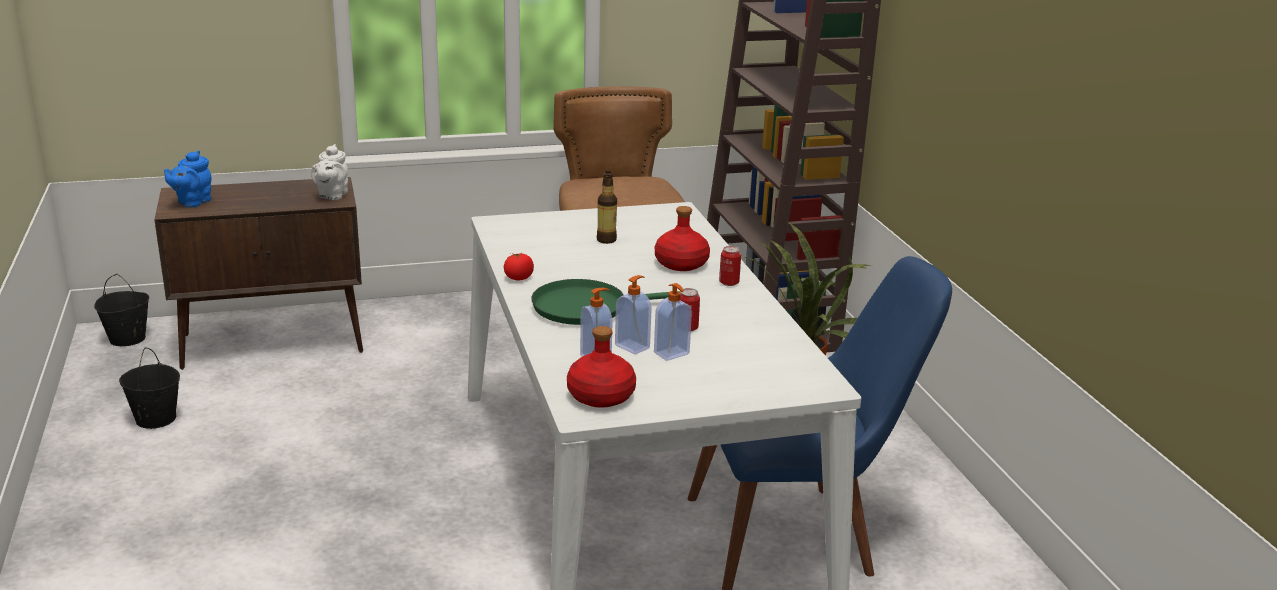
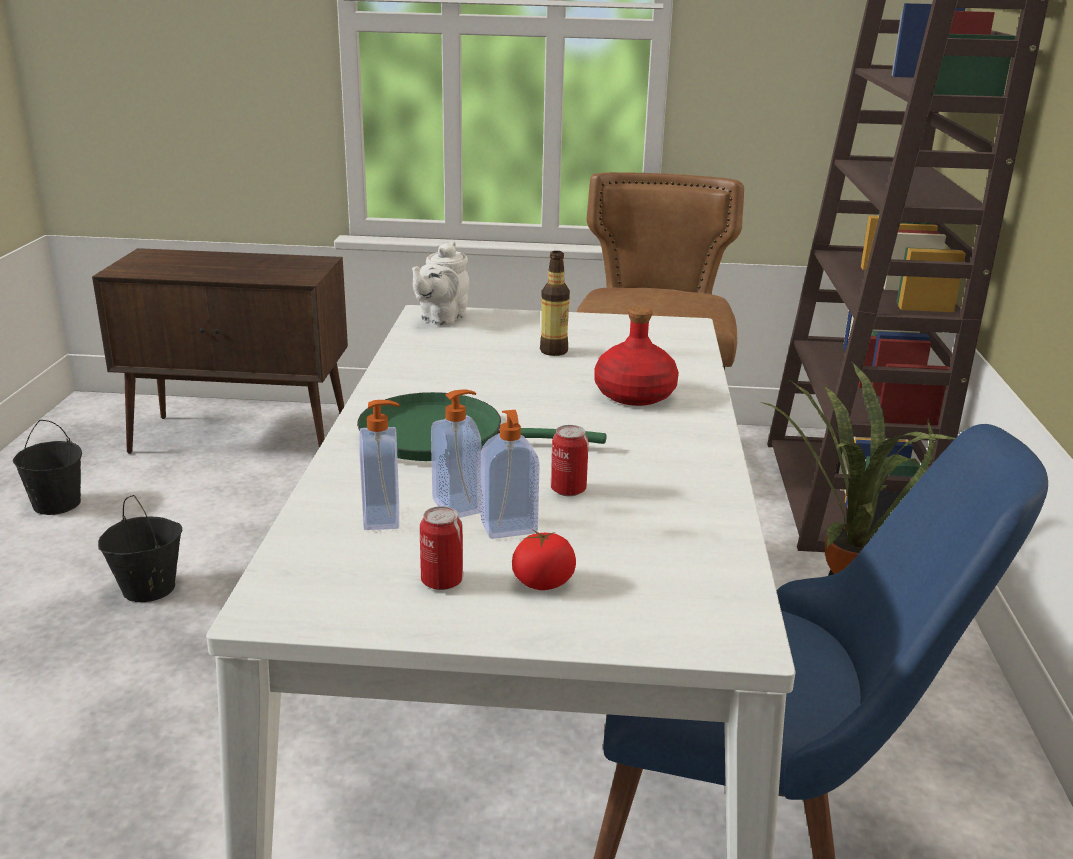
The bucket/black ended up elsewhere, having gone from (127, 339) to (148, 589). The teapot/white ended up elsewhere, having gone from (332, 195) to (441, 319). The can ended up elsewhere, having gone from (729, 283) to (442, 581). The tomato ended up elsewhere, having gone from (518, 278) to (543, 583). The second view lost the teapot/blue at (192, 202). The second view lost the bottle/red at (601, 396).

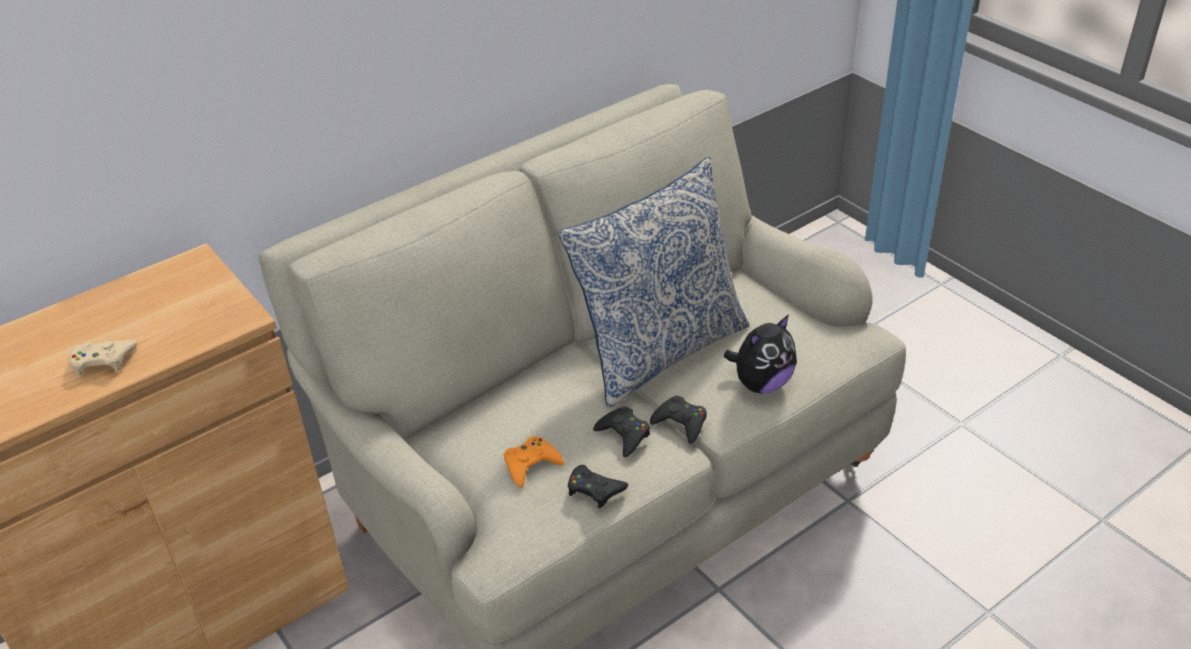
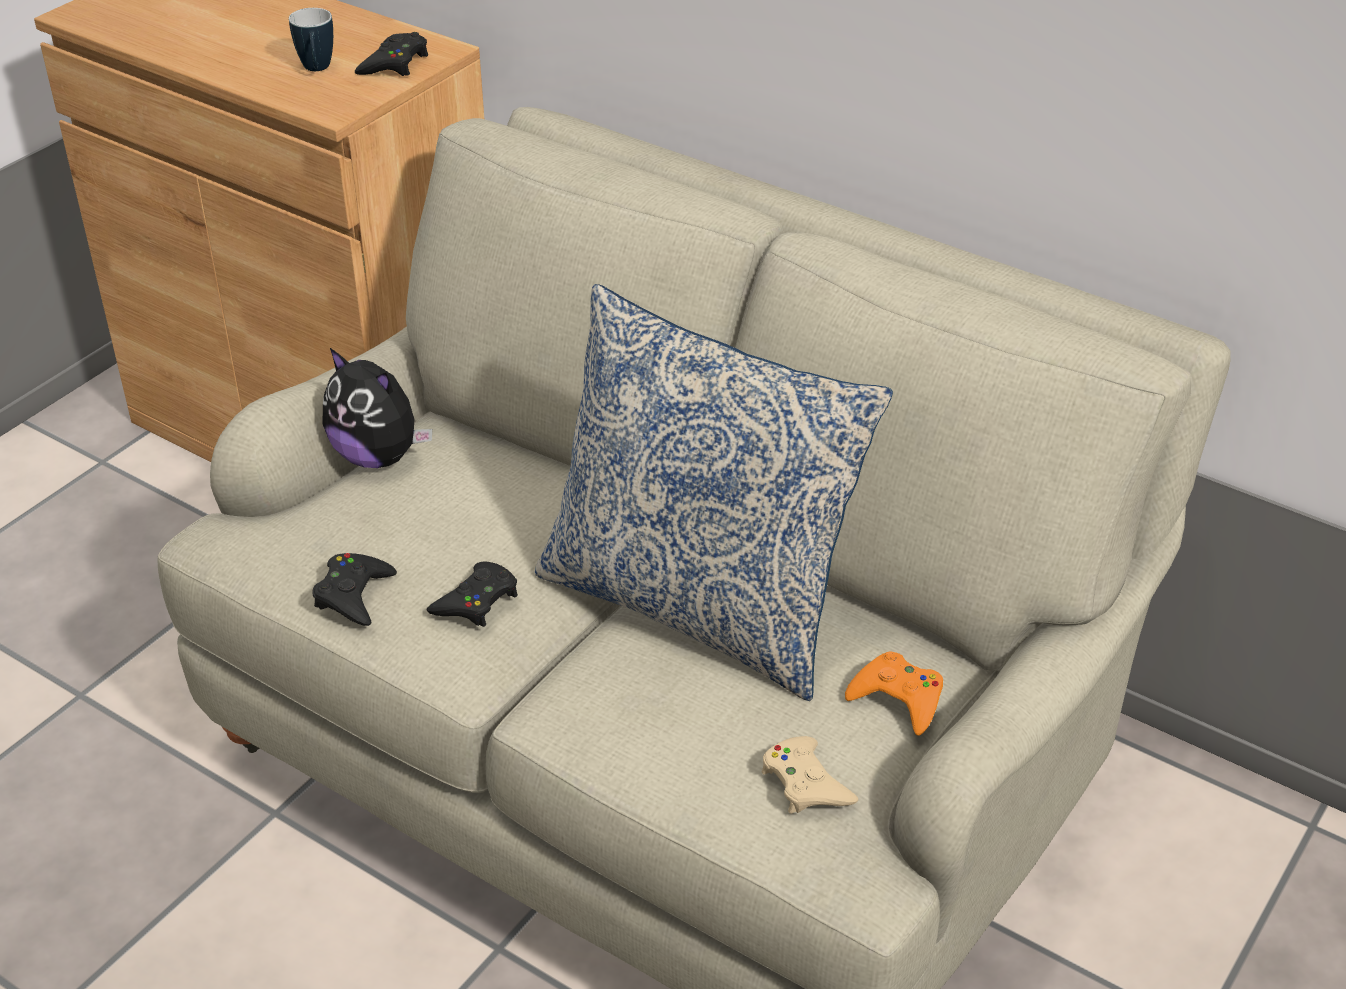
The second view gained the mug at (317, 70). The plush toy ended up elsewhere, having gone from (761, 383) to (378, 456). The game controller/black ended up elsewhere, having gone from (681, 423) to (394, 63). The game controller/beige ended up elsewhere, having gone from (103, 361) to (805, 783). The game controller/orange ended up elsewhere, having gone from (531, 465) to (898, 698).

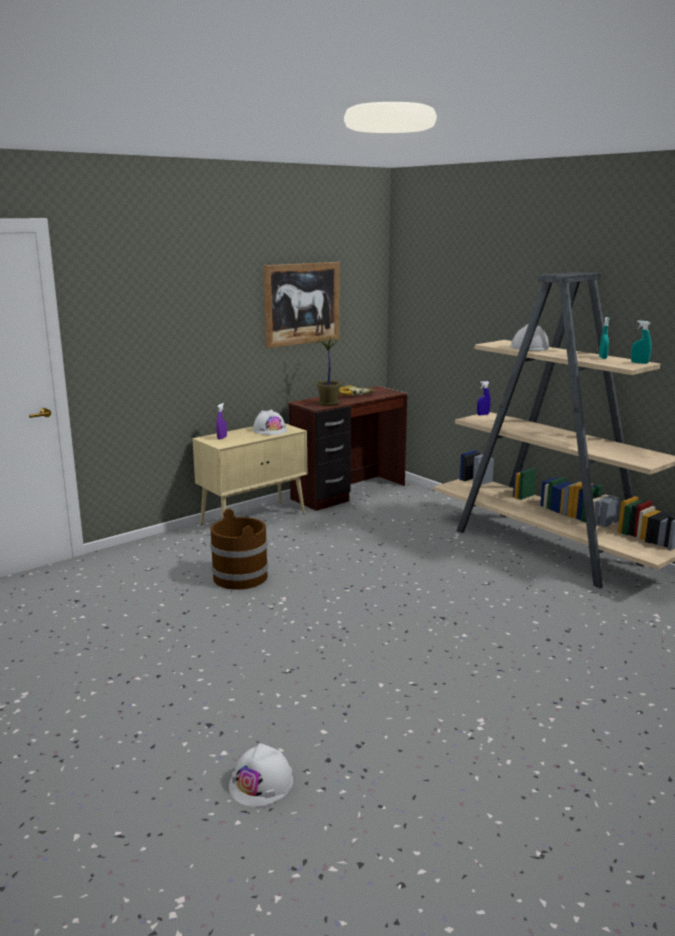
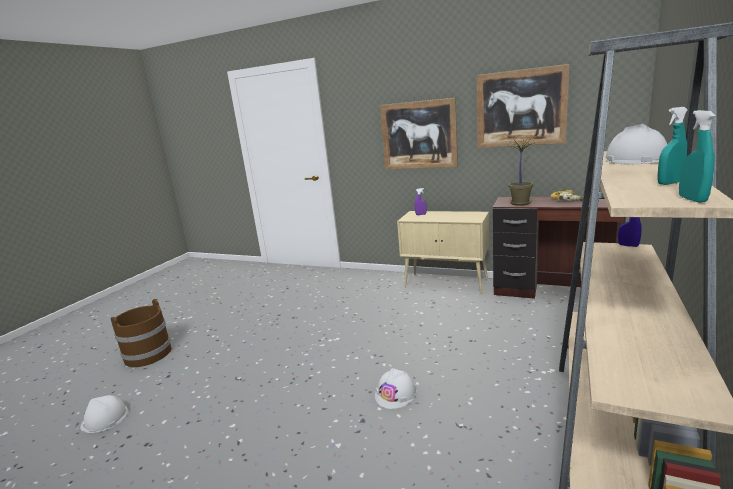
The bucket/brown ended up elsewhere, having gone from (240, 577) to (148, 354). The hard hat/white ended up elsewhere, having gone from (270, 430) to (395, 394). The second view gained the picture at (418, 135).

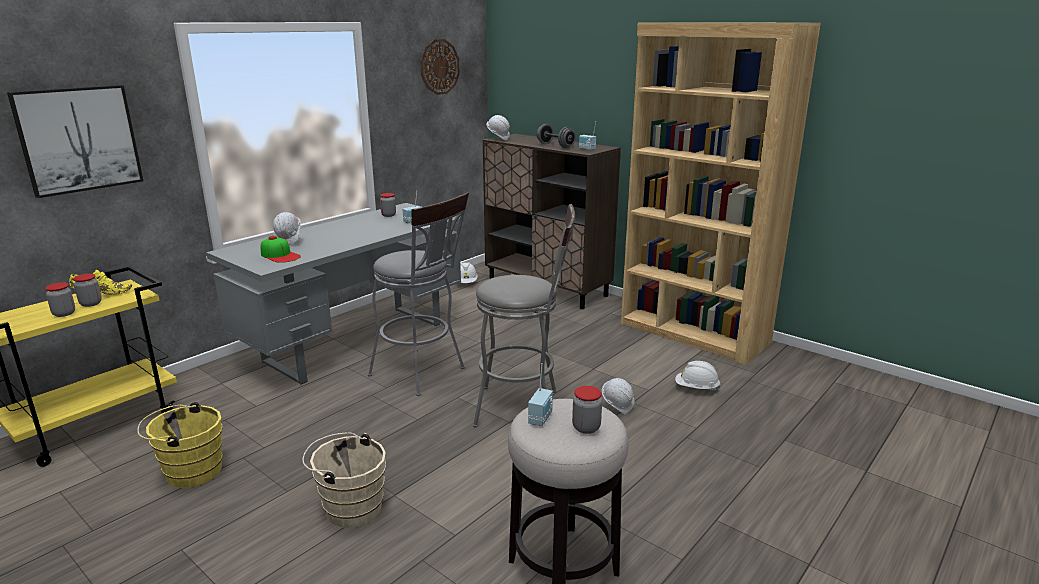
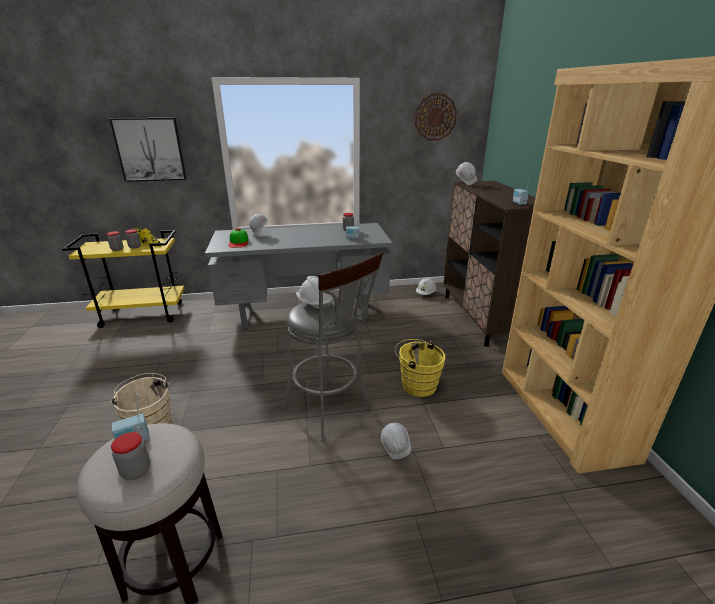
The hard hat/white ended up elsewhere, having gone from (696, 388) to (314, 304). The bucket/yellow ended up elsewhere, having gone from (190, 471) to (416, 384). The second view lost the stool/grey at (423, 374). The second view lost the dumbbell/grey at (555, 146).

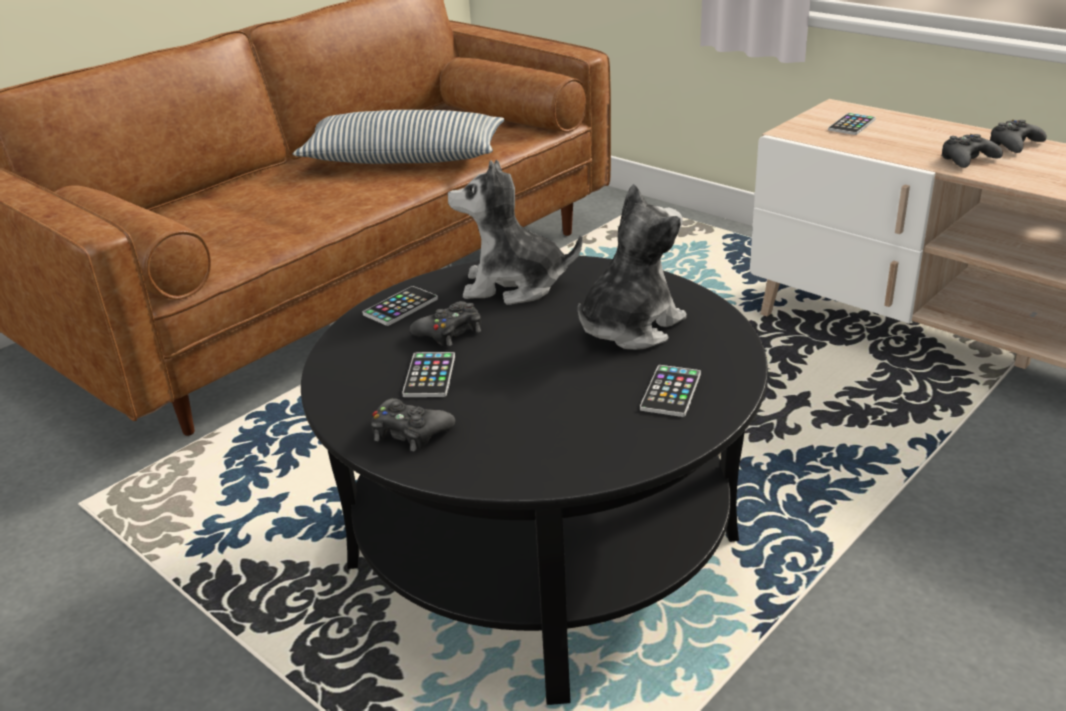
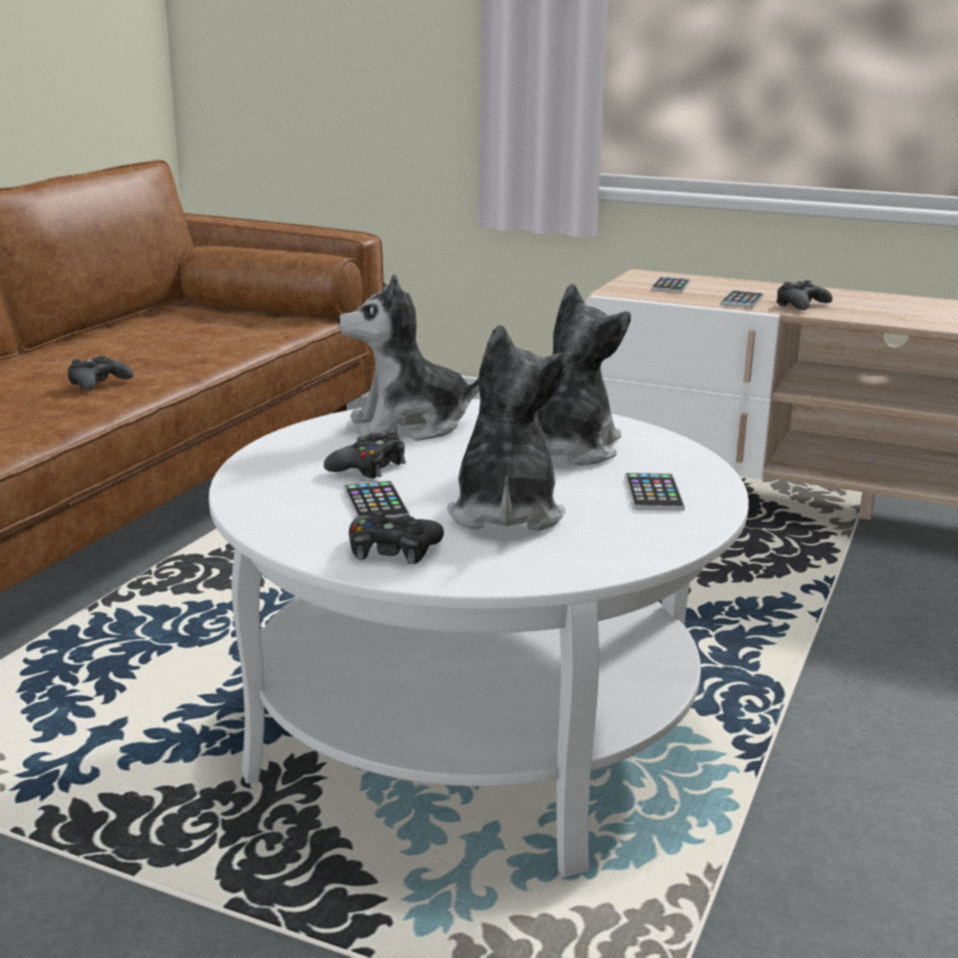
The game controller/black ended up elsewhere, having gone from (1014, 144) to (98, 383). What was the coffee table/black at (542, 550) turned into the coffee table/white at (474, 733). The second view gained the plush toy at (505, 513). The phone ended up elsewhere, having gone from (400, 307) to (742, 300). The second view lost the pillow at (403, 158).

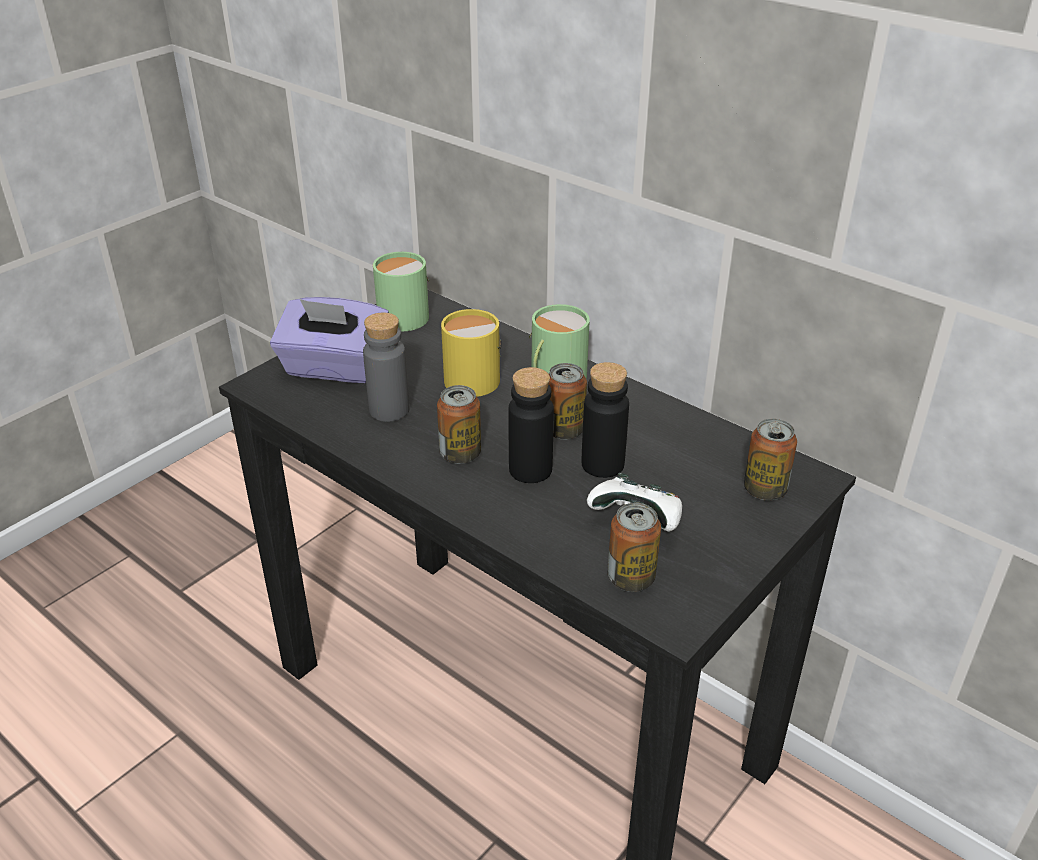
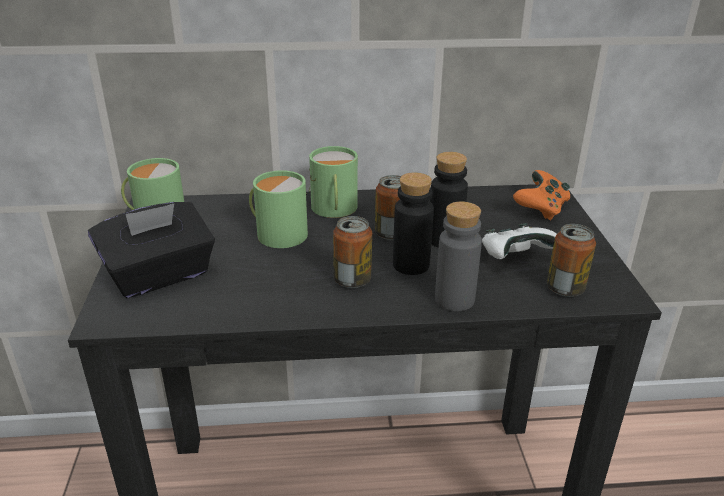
What was the tissue box/purple at (334, 368) turned into the tissue box/black at (160, 275). What was the mug/yellow at (471, 377) turned into the mug/green at (277, 233). The bottle/grey ended up elsewhere, having gone from (389, 410) to (454, 299). Where the can stood at (764, 490), the game controller/orange came to stand at (541, 209).

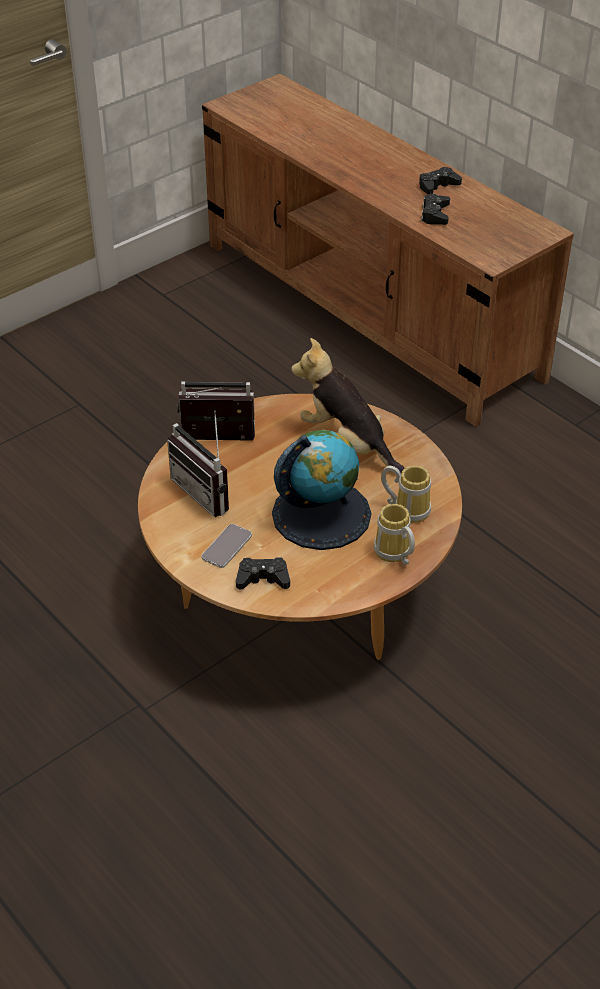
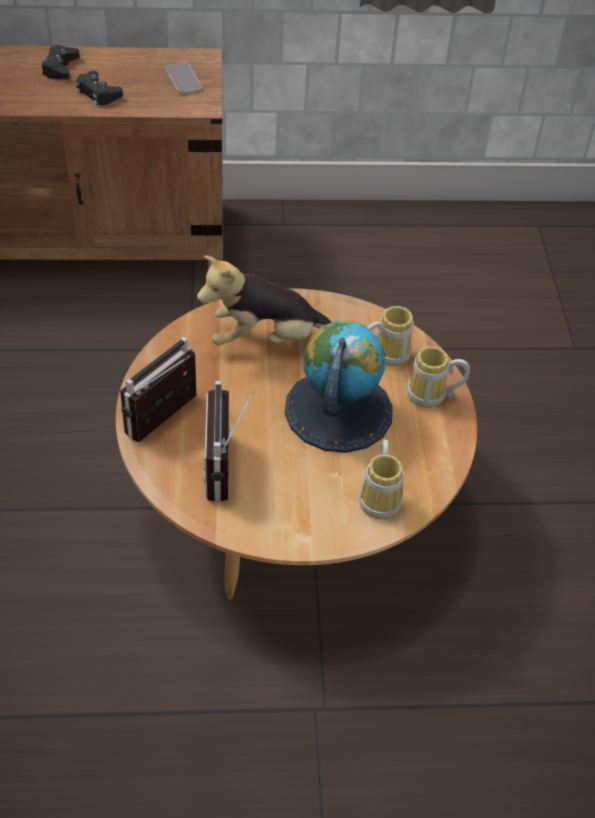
The phone ended up elsewhere, having gone from (227, 546) to (183, 79). The radio at (208, 492) ended up facing another way, 90 degrees clockwise from before. Where the game controller/black stood at (263, 579), the mug came to stand at (382, 498).

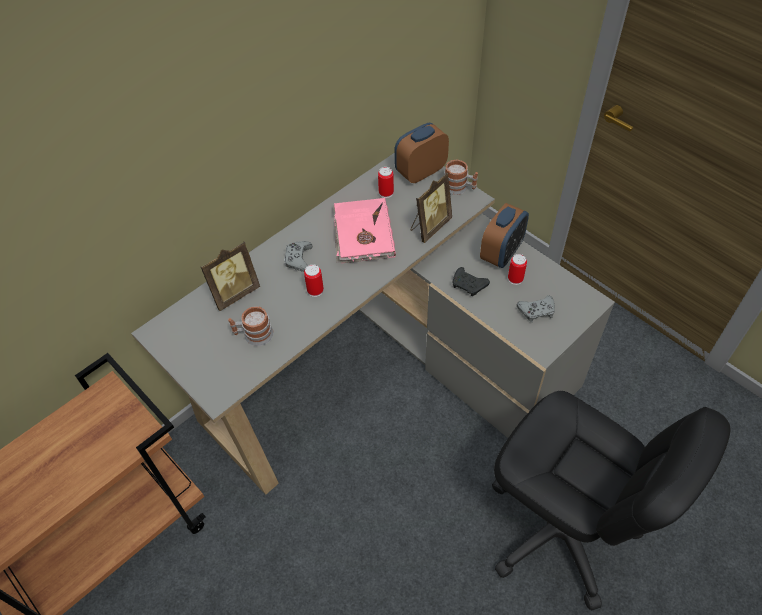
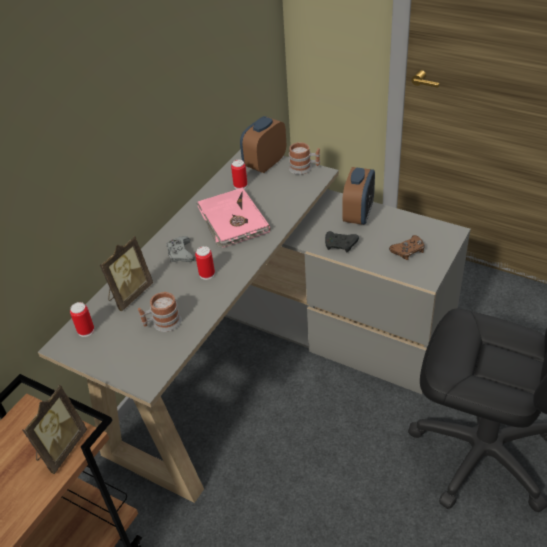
The picture frame ended up elsewhere, having gone from (429, 227) to (61, 448). The can ended up elsewhere, having gone from (515, 279) to (86, 330). What was the game controller/grey at (537, 311) turned into the game controller/brown at (408, 251).

